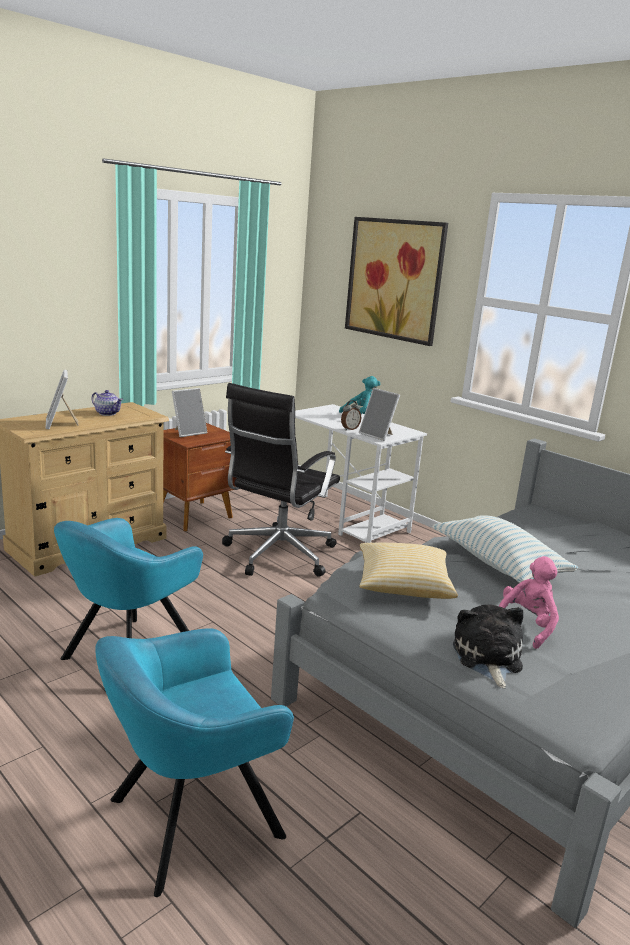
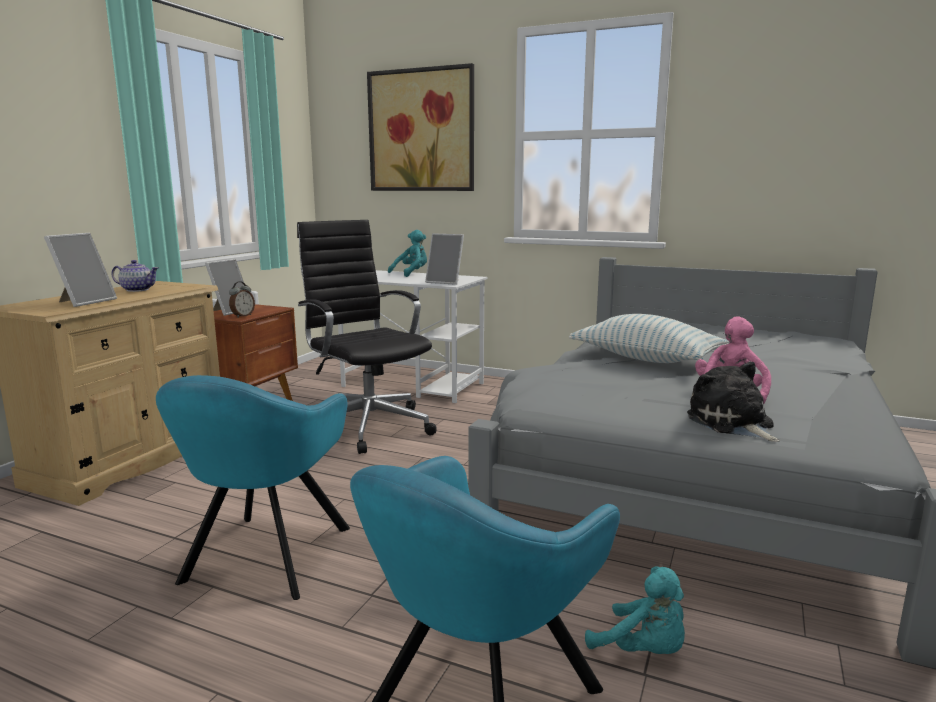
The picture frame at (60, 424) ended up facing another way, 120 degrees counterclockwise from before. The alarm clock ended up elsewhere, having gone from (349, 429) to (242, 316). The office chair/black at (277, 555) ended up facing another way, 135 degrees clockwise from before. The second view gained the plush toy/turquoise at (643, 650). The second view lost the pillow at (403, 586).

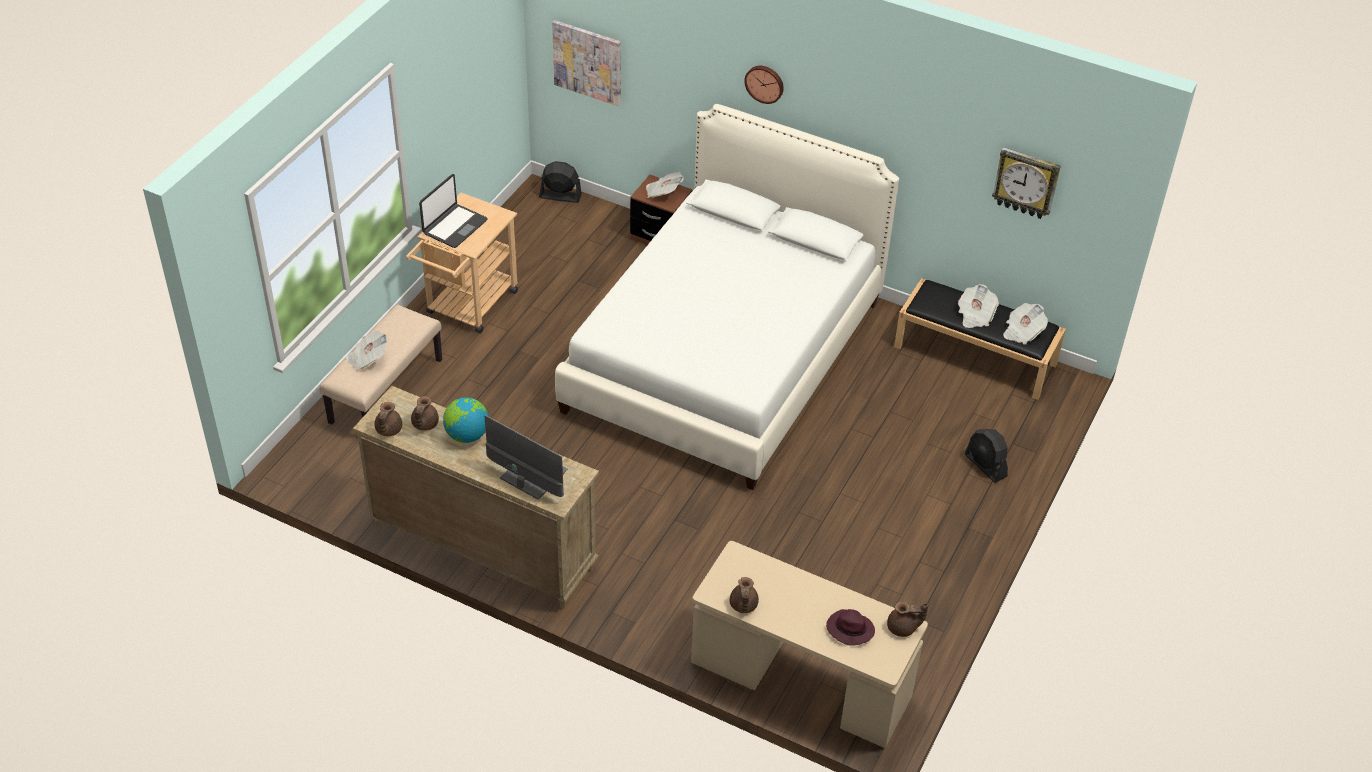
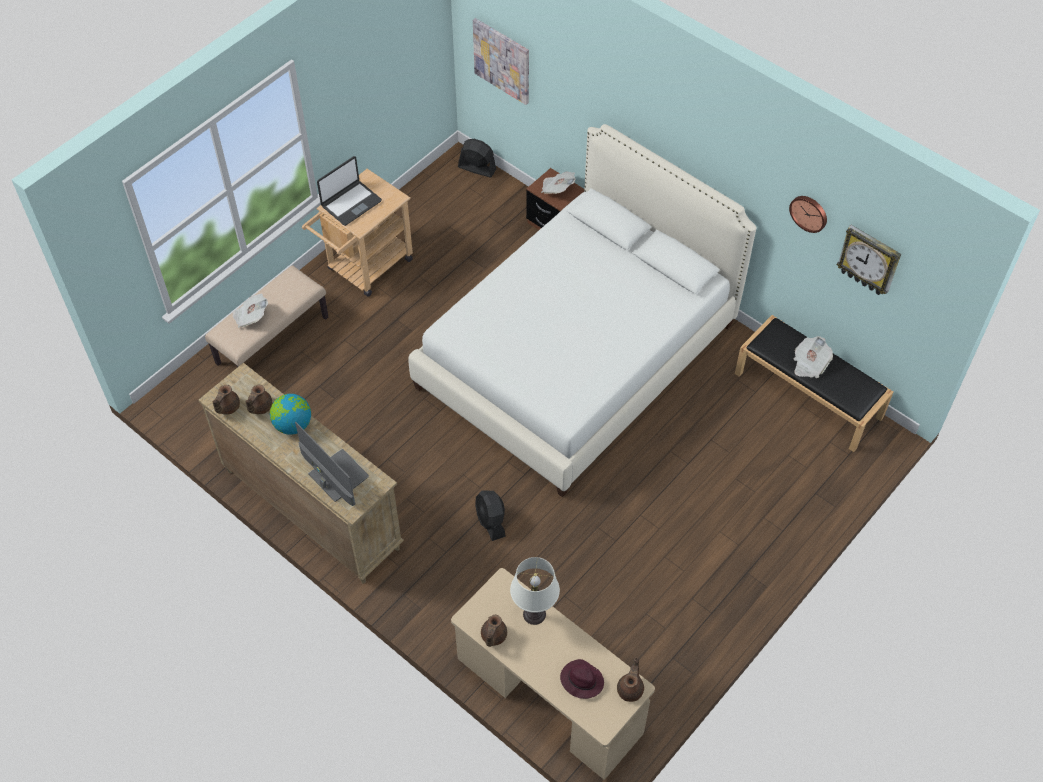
The fan/black ended up elsewhere, having gone from (985, 465) to (491, 521). The second view gained the table lamp/white at (534, 614). The teapot/brown at (903, 628) ended up facing another way, 90 degrees counterclockwise from before. The wall clock ended up elsewhere, having gone from (765, 83) to (809, 212). The second view lost the newspaper at (1022, 332).

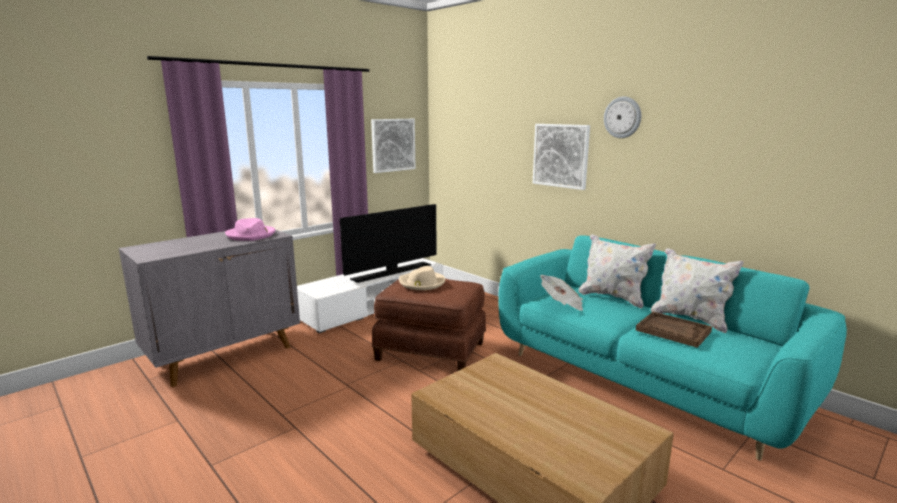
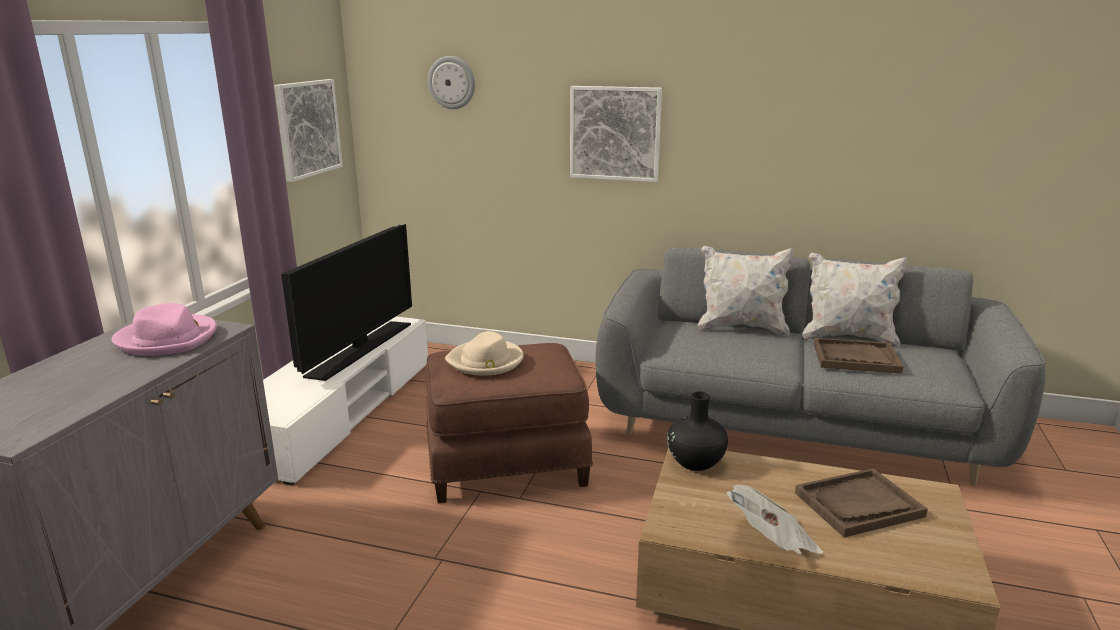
The wall clock ended up elsewhere, having gone from (622, 117) to (452, 82). What was the sofa/turquoise at (642, 381) turned into the sofa/grey at (792, 427). The second view gained the vase/black at (695, 462). The newspaper ended up elsewhere, having gone from (562, 304) to (772, 541). The second view gained the tray/brown at (858, 505).

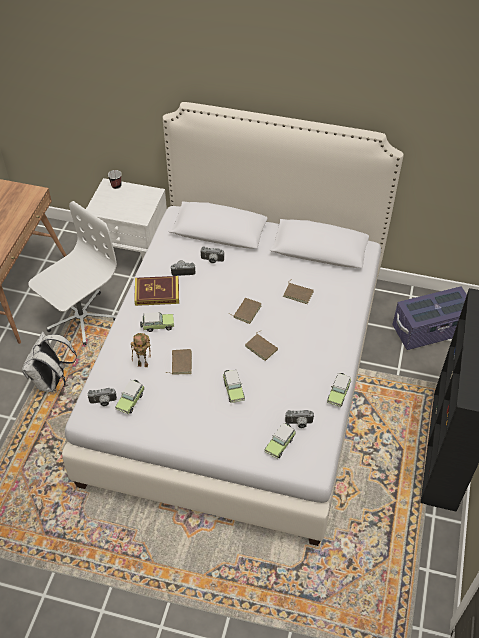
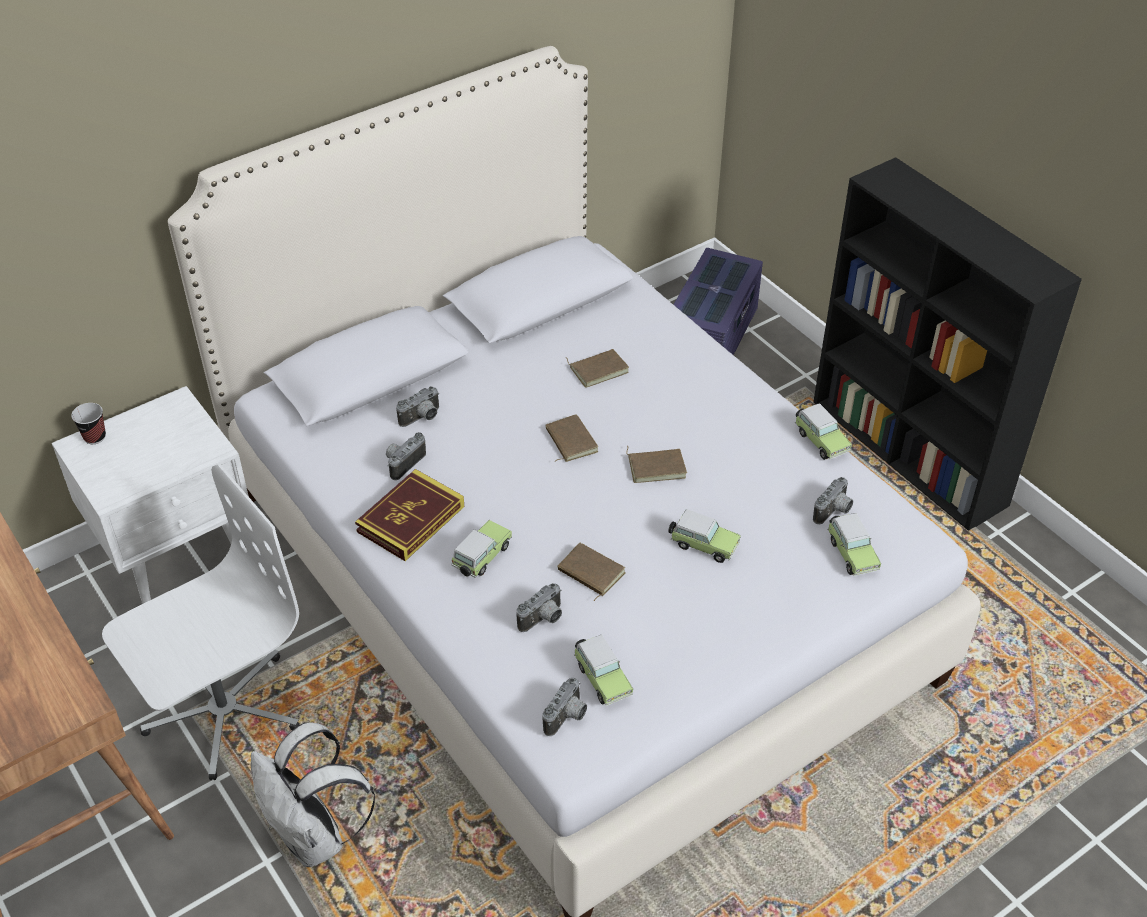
The office chair/white at (81, 317) ended up facing another way, 60 degrees clockwise from before. Where the toy robot stood at (144, 364), the photo camera came to stand at (543, 620).

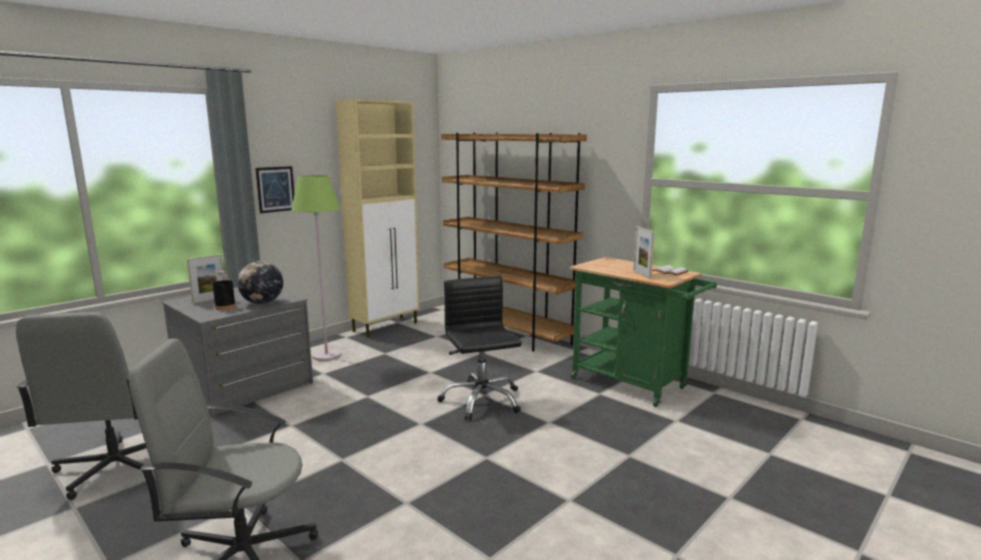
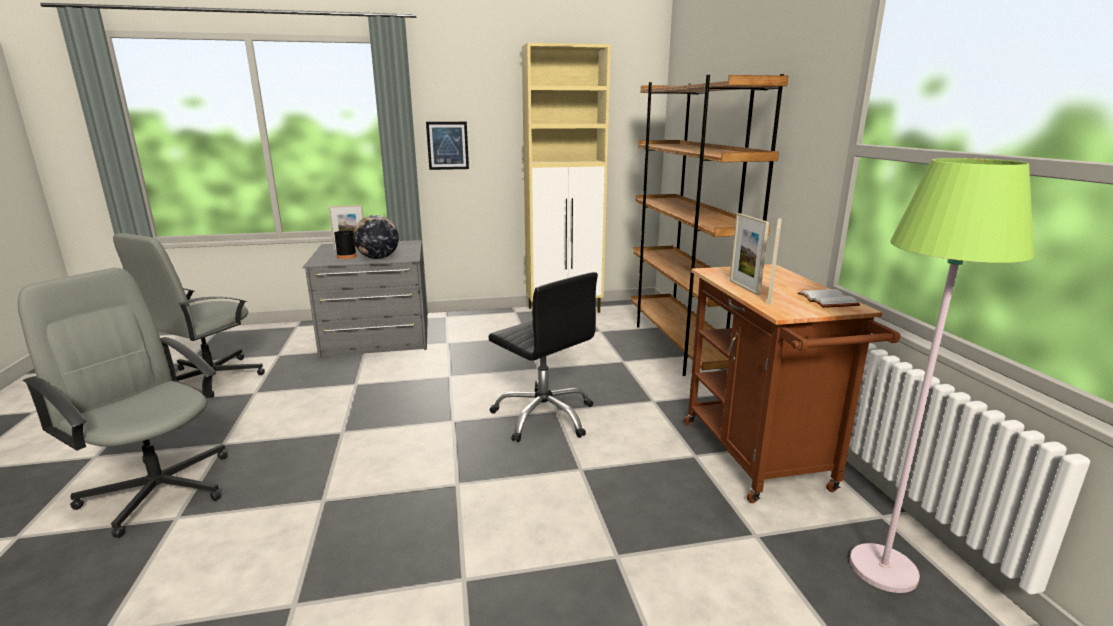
The office chair/black at (481, 400) ended up facing another way, 120 degrees clockwise from before. What was the cart/green at (634, 385) turned into the cart/brown at (761, 460). The second view gained the picture frame at (744, 287). The floor lamp/green ended up elsewhere, having gone from (326, 355) to (883, 568).

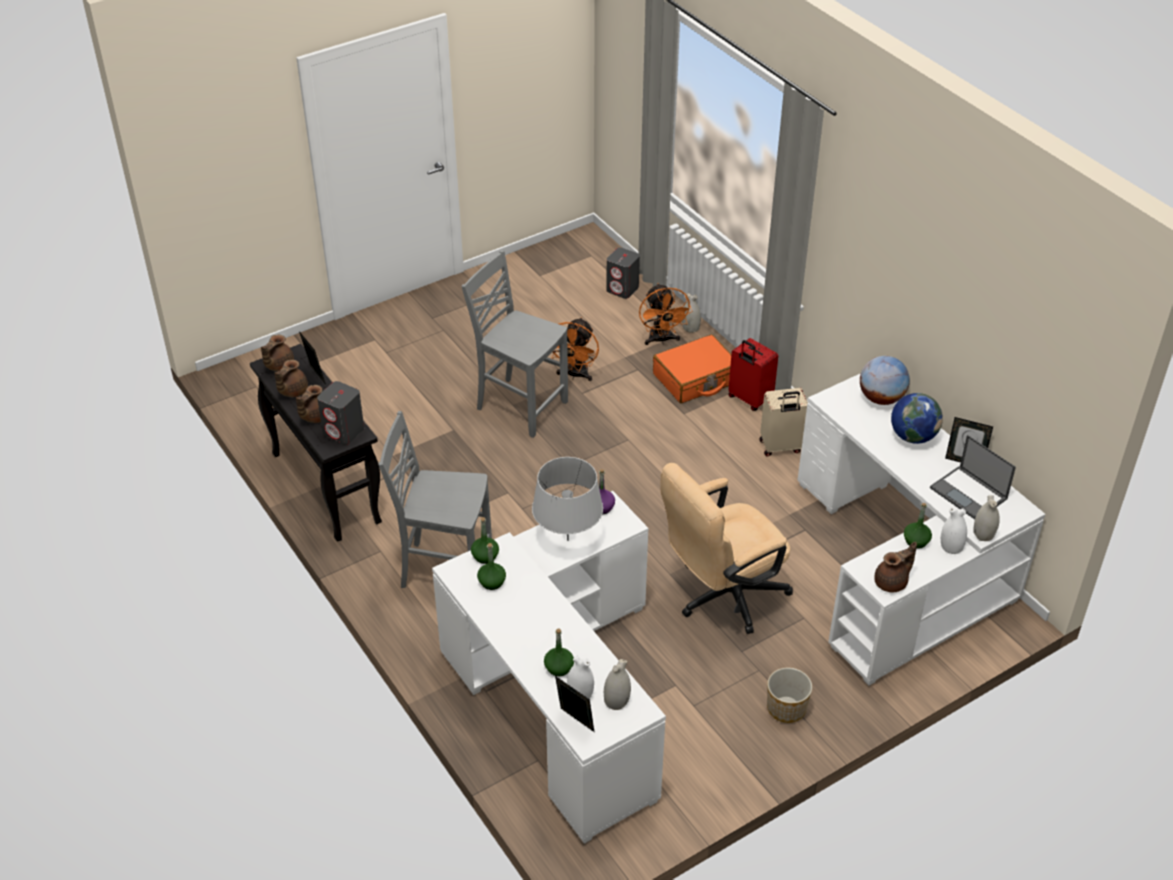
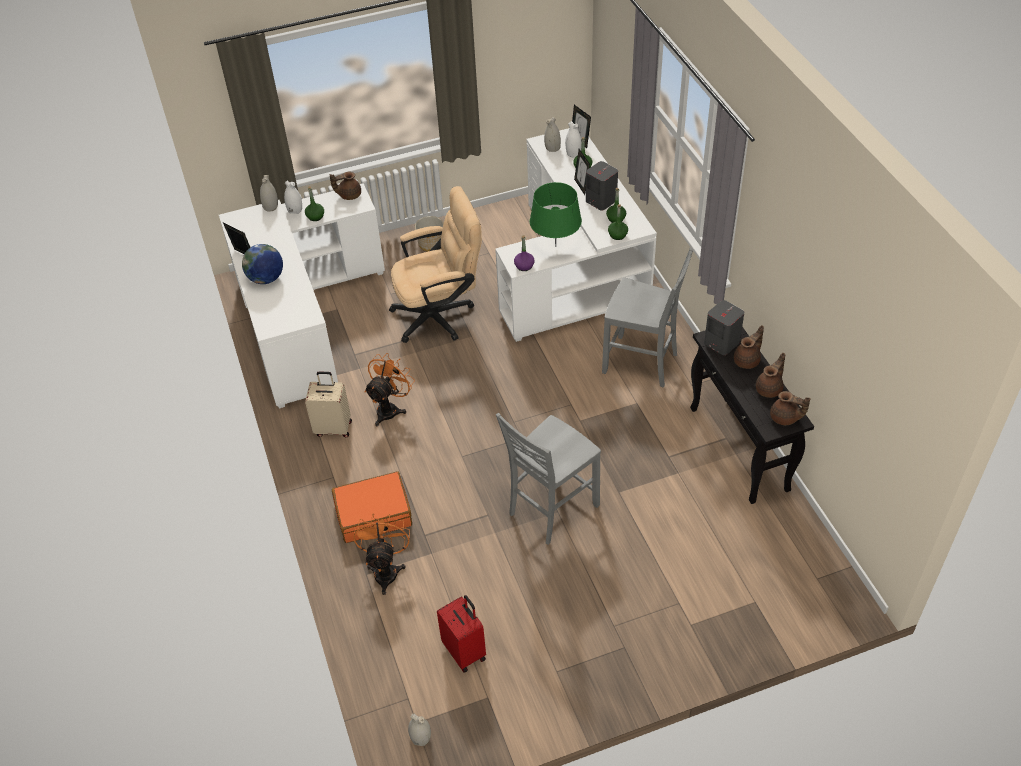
The fan/orange ended up elsewhere, having gone from (574, 375) to (390, 408). The vase/white ended up elsewhere, having gone from (690, 327) to (421, 738). The suitcase/red ended up elsewhere, having gone from (749, 399) to (465, 651). The chair/grey at (520, 405) ended up facing another way, 90 degrees clockwise from before. What was the table lamp/grey at (567, 540) turned into the table lamp/green at (556, 246). The picture frame ended up elsewhere, having gone from (315, 376) to (581, 186). The speaker/grey ended up elsewhere, having gone from (622, 289) to (600, 200). The teapot/brown at (278, 366) ended up facing another way, 75 degrees clockwise from before. The second view lost the globe at (881, 398). The second view lost the laptop at (969, 494).

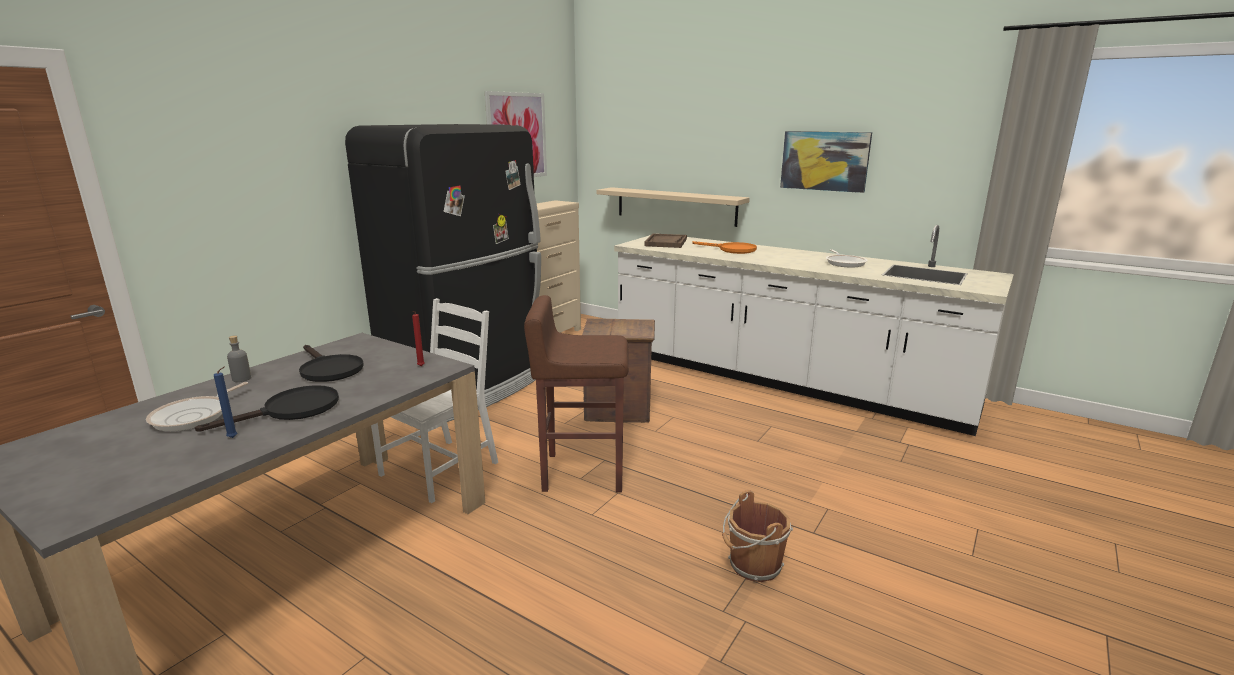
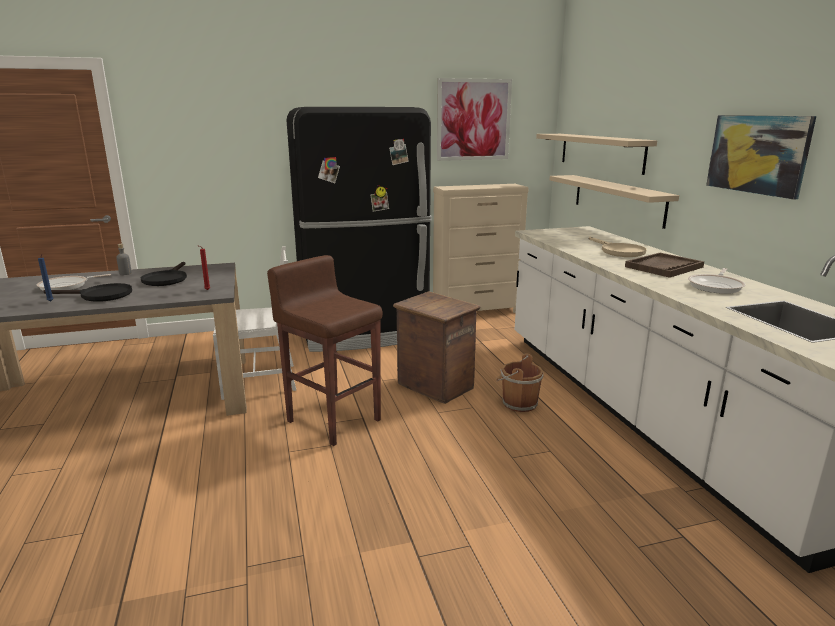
The bucket/brown ended up elsewhere, having gone from (753, 566) to (518, 403). The second view gained the shelf/beige at (600, 152). What was the frying pan/orange at (732, 250) turned into the frying pan/beige at (618, 251). The tray/brown ended up elsewhere, having gone from (666, 242) to (664, 267).

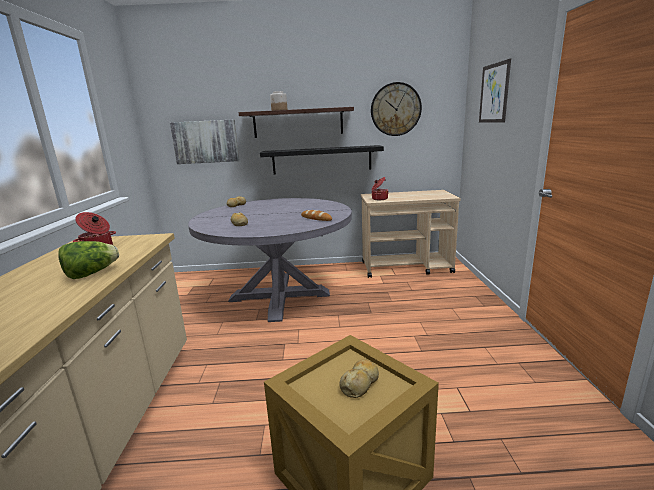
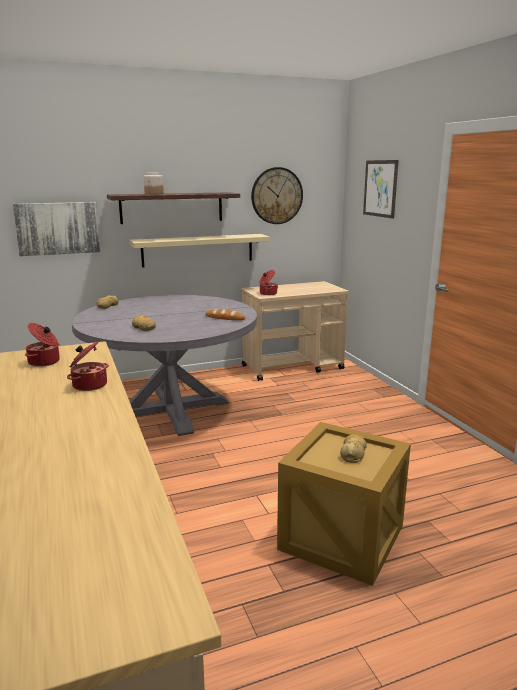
Where the lettuce stood at (91, 274), the cooking pot came to stand at (89, 385). What was the shelf/black at (322, 160) turned into the shelf/beige at (198, 250).

